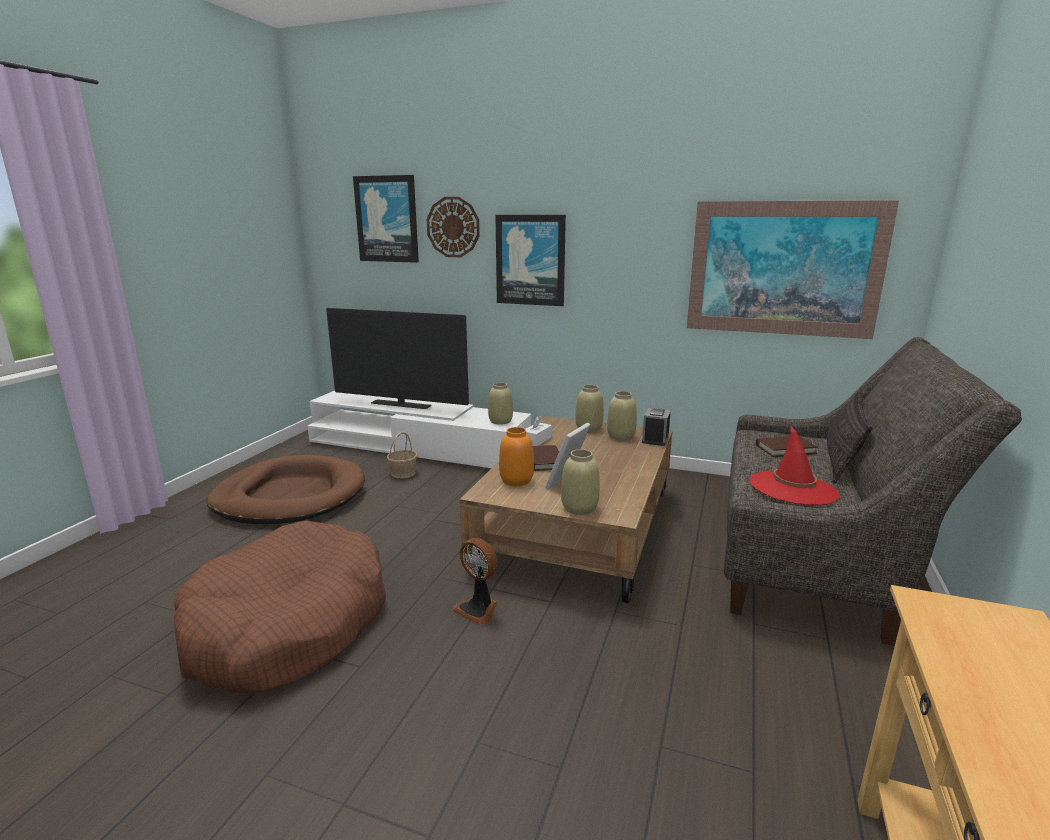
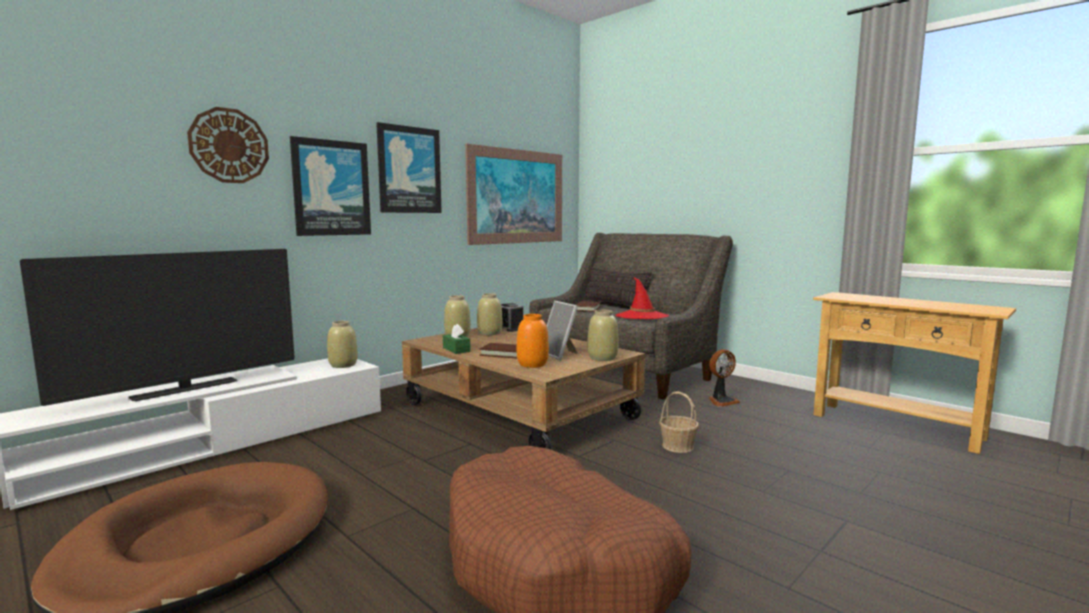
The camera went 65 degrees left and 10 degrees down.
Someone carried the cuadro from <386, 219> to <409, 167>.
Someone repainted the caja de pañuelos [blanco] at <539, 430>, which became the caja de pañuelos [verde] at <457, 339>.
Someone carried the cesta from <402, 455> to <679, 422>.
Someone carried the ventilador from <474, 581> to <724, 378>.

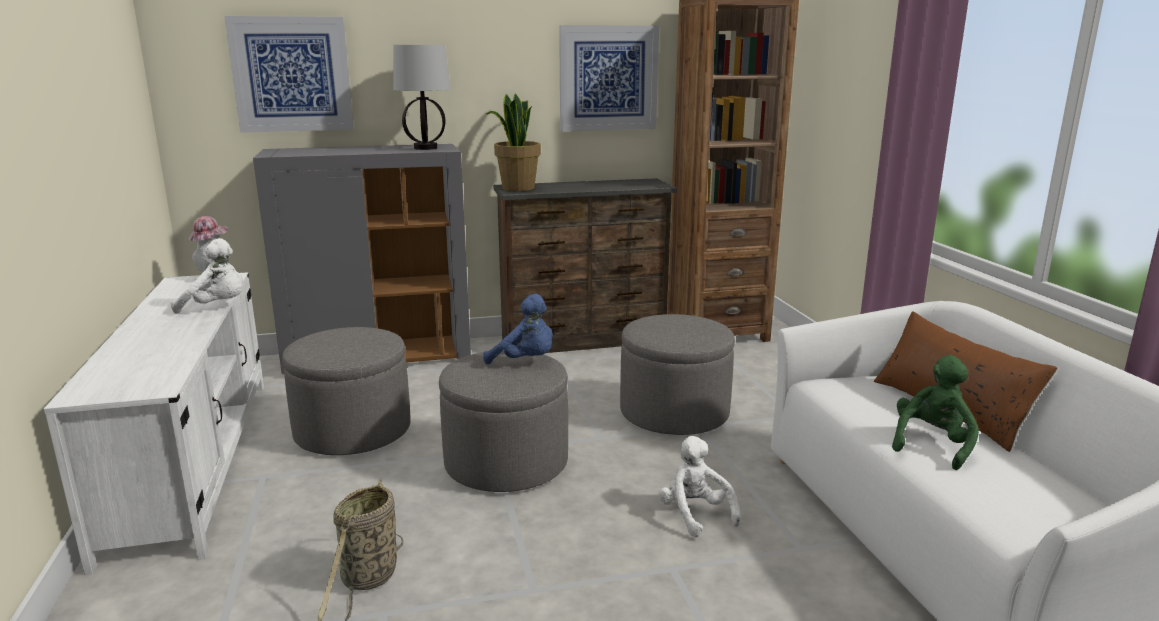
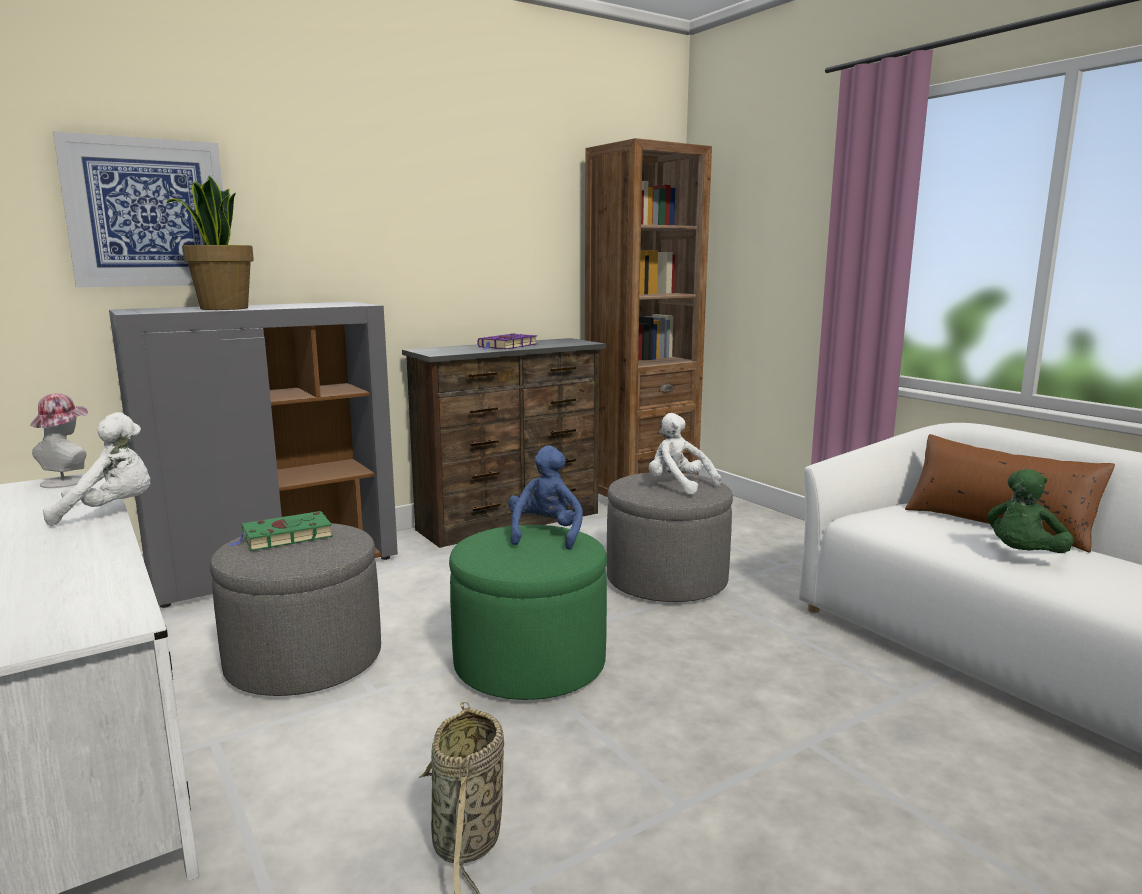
The camera went 20 degrees left and 5 degrees down.
Someone took away the cuadro at <609, 78>.
Someone took away the lámpara de mesa at <422, 97>.
Someone carried the planta en maceta from <513, 142> to <210, 243>.
Someone rotated the peluche [azul] at <518, 329> by 90 degrees counterclockwise.
Someone repainted the puf [gris] at <503, 421>, which became the puf [verde] at <528, 612>.
Someone rotated the peluche [verde] at <935, 412> by 150 degrees counterclockwise.
Someone carried the peluche [blanco] from <700, 487> to <685, 454>.
Someone put down the libro [morado] at <507, 342>.
Someone put down the libro [verde] at <281, 531>.

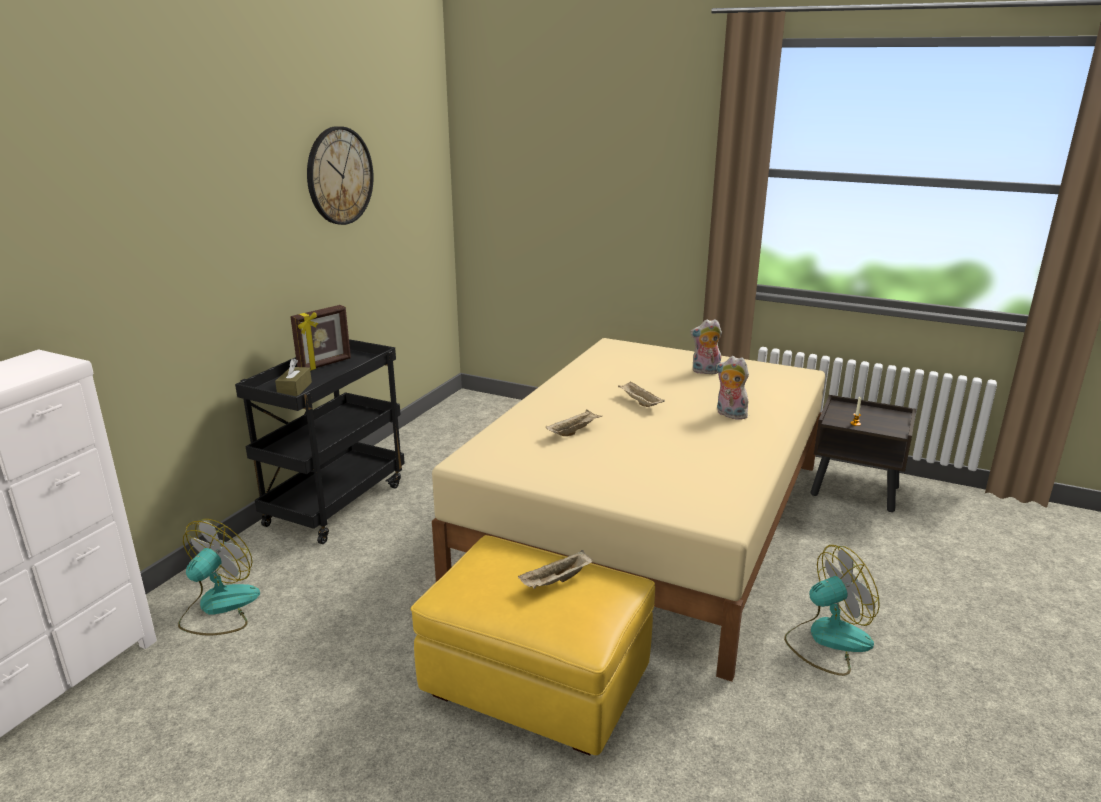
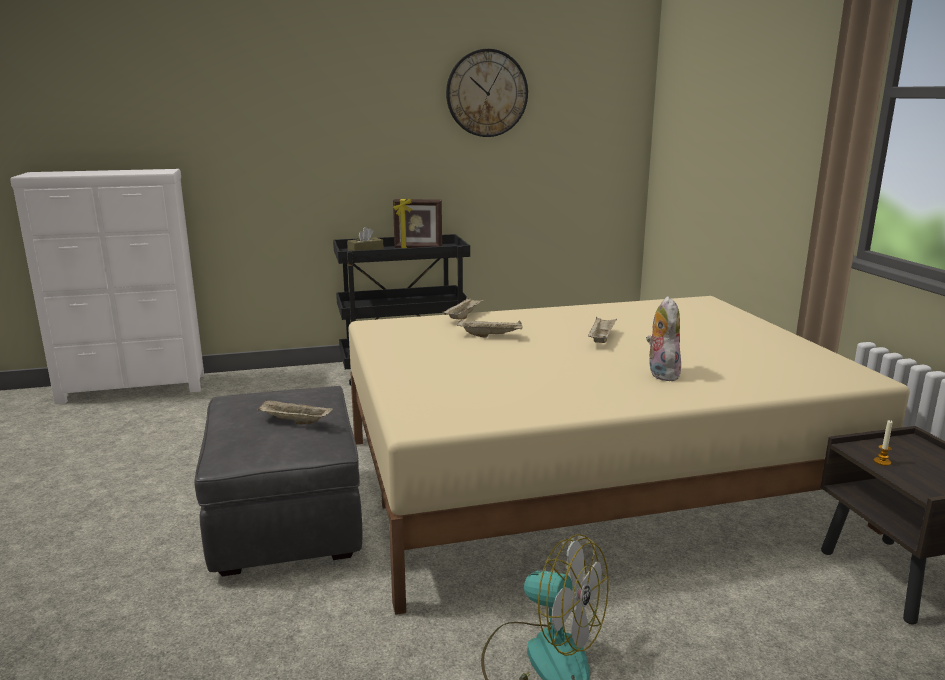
The camera went 50 degrees right and 5 degrees down.
Someone took away the peluche at <706, 346>.
Someone took away the ventilador at <219, 577>.
Someone repainted the puf [amarillo] at <533, 645>, which became the puf [gris] at <278, 481>.
Someone put down the bandeja [beis] at <463, 308>.

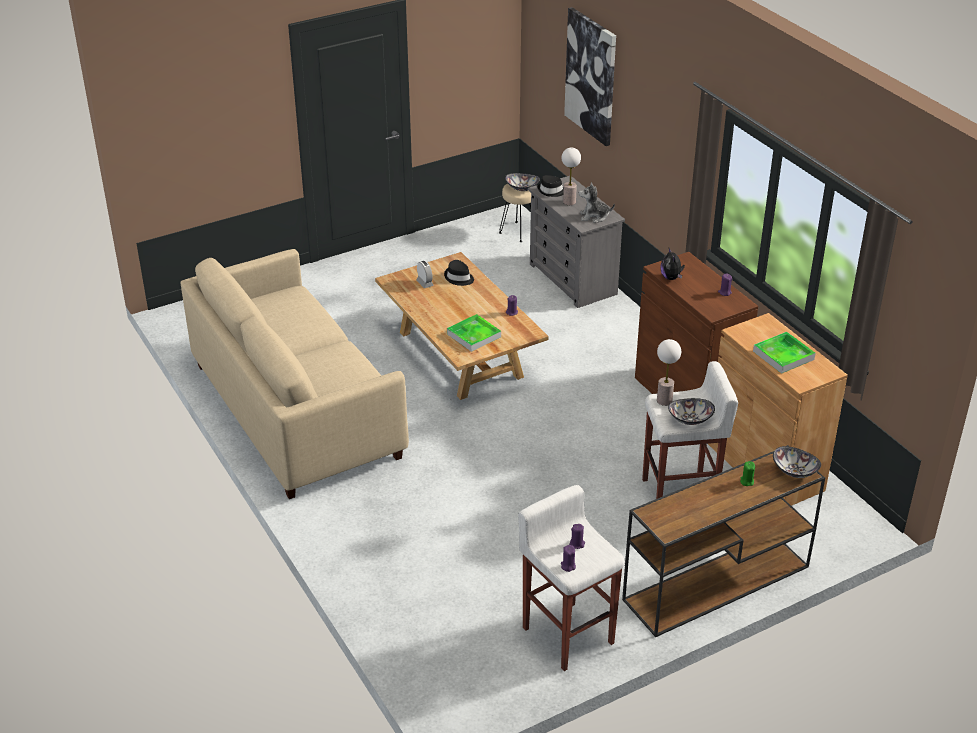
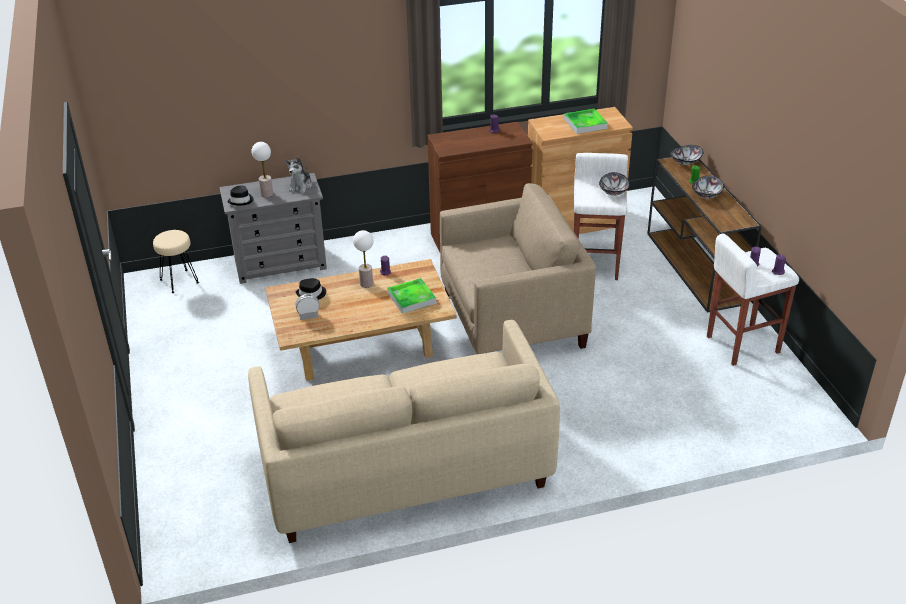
The camera went 75 degrees left and 0 degrees up.
Someone took away the cuadro at <590, 76>.
Someone carried the cuenco from <522, 182> to <708, 187>.
Someone took away the peluche at <672, 264>.
Someone carried the lámpara de mesa from <669, 372> to <363, 259>.
Someone put down the sillón [beis] at <518, 268>.

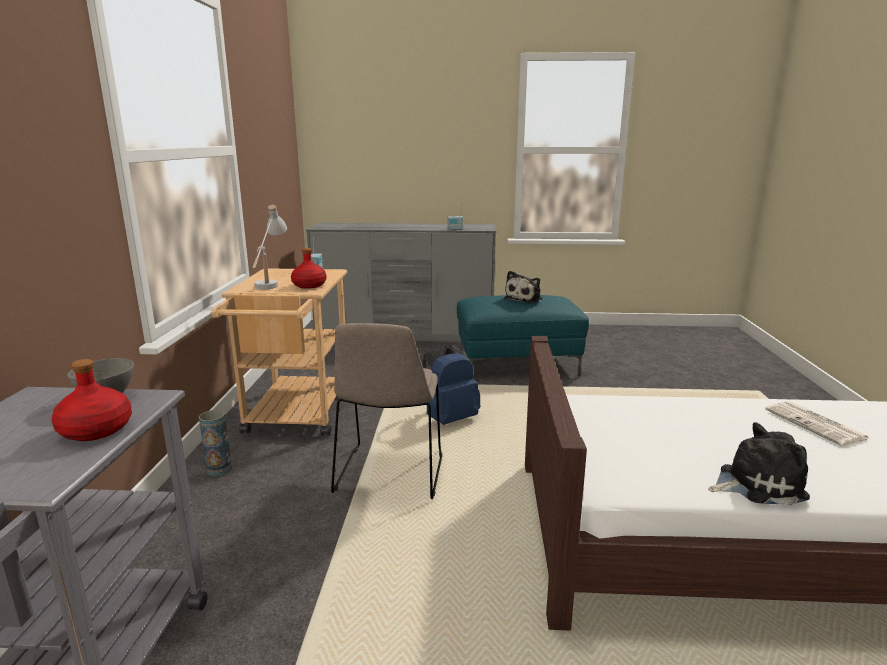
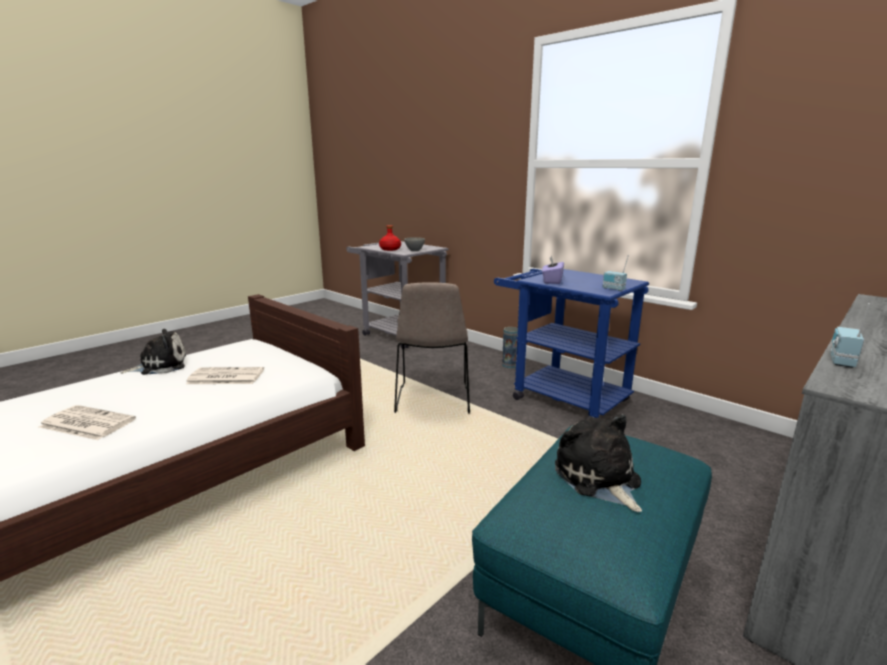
The camera went 130 degrees right and 0 degrees up.
Someone took away the lámpara de mesa [blanco] at <269, 247>.
Someone swapped the botella [rojo] at <308, 268> for the caja de pañuelos [morado] at <553, 270>.
Someone repainted the carrito [beis] at <279, 352>, which became the carrito [azul] at <571, 344>.
Someone rotated the silla [beis] at <387, 411> by 135 degrees counterclockwise.
Someone took away the mochila [azul] at <451, 385>.
Someone rotated the peluche at <759, 464> by 150 degrees counterclockwise.
Someone put down the periódico at <225, 375>.

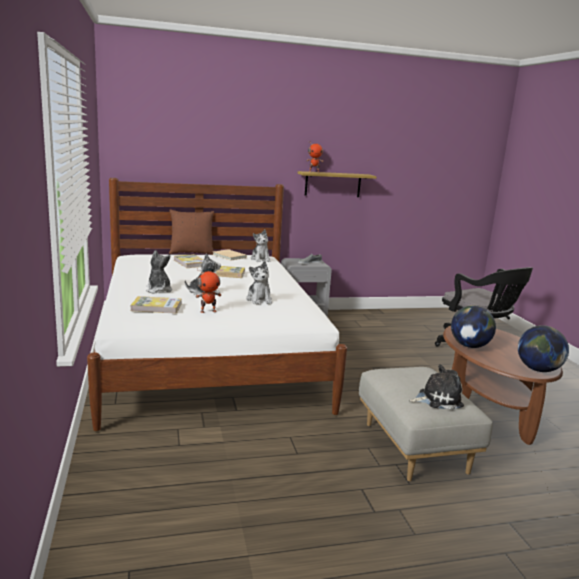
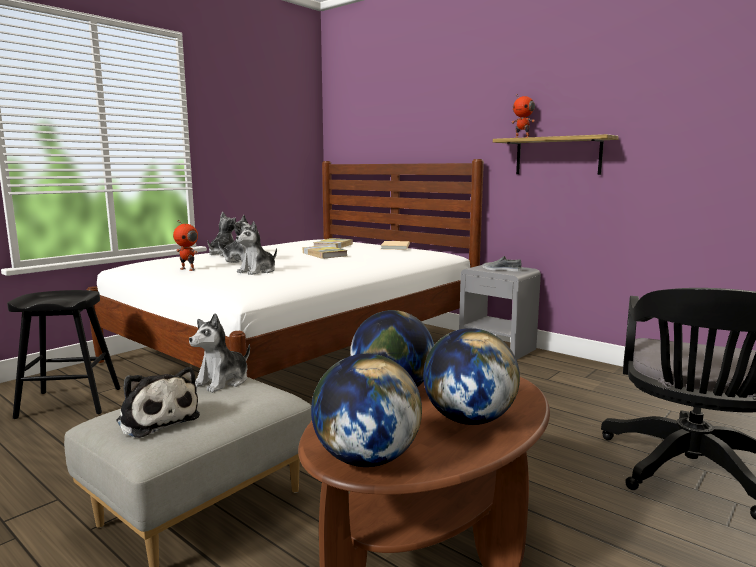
The camera went 55 degrees right and 5 degrees down.
Someone took away the cojín [marrón] at <191, 232>.
Someone carried the peluche from <260, 245> to <219, 353>.
Someone took away the libro at <156, 305>.
Someone put down the taburete [negro] at <64, 354>.
Someone put down the globo terráqueo at <471, 376>.

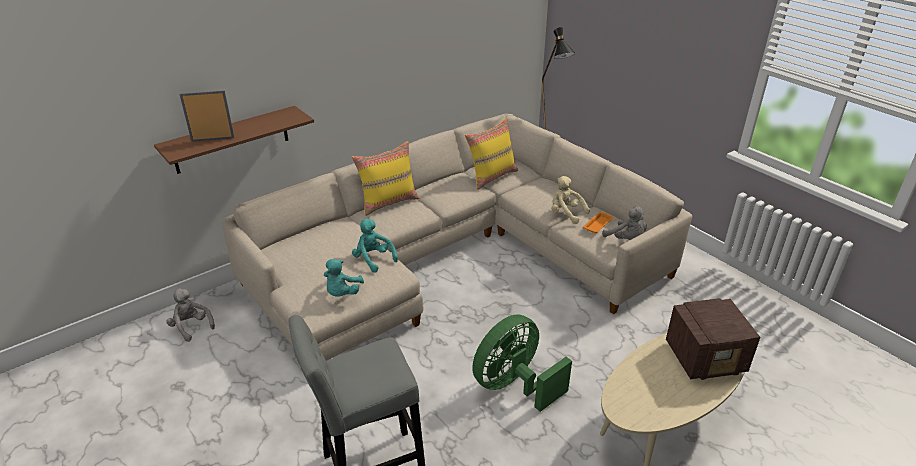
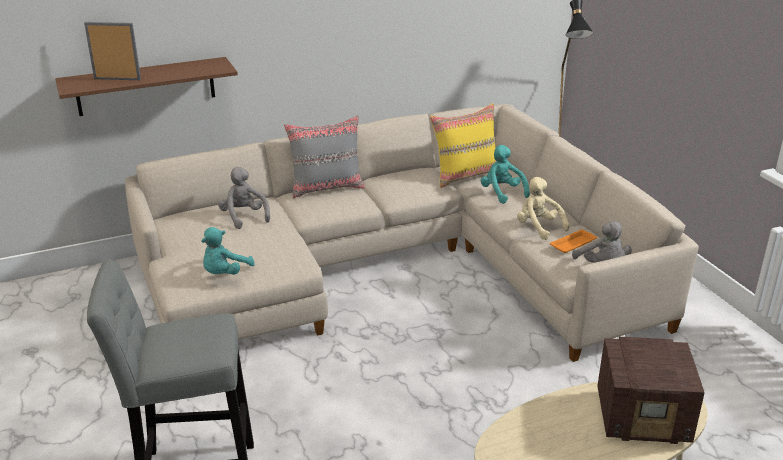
The camera went 15 degrees right and 5 degrees down.
Someone repainted the cojín [amarillo] at <386, 178>, which became the cojín [gris] at <324, 157>.
Someone carried the peluche [turquesa] from <375, 246> to <505, 174>.
Someone carried the peluche [gris] from <190, 315> to <244, 198>.
Someone took away the ventilador [verde] at <522, 363>.

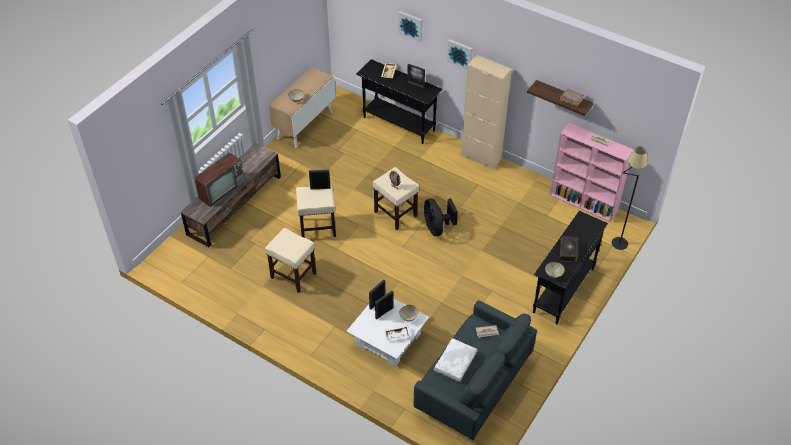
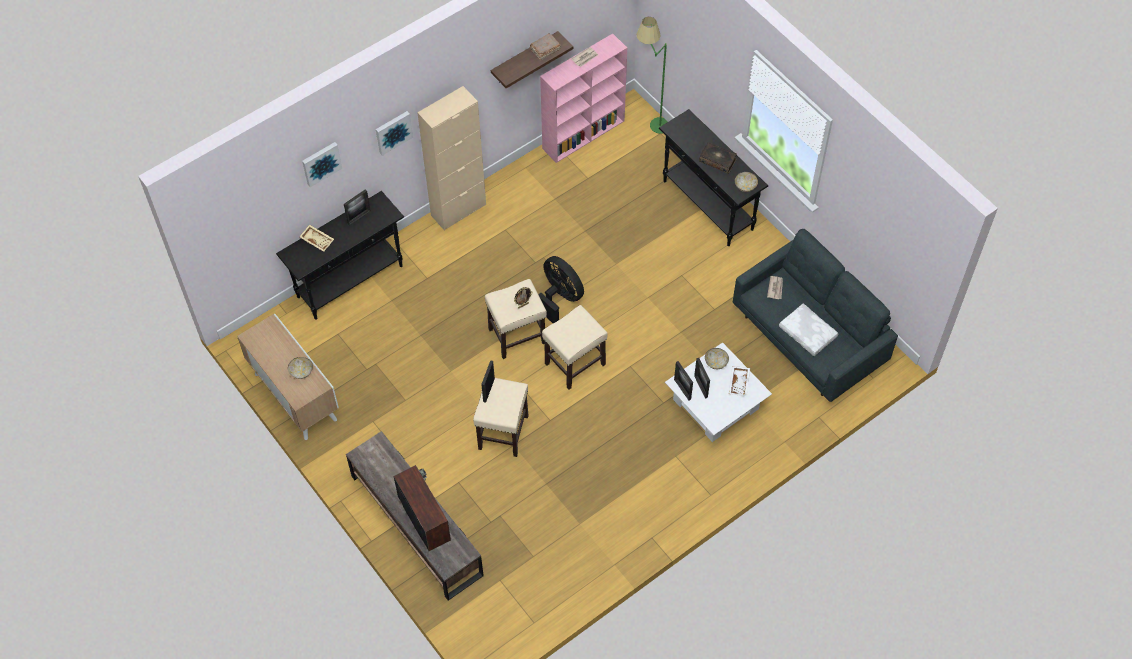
The camera went 70 degrees left and 10 degrees up.
Someone repainted the lámpara de pie [negro] at <629, 198>, which became the lámpara de pie [verde] at <652, 75>.
Someone rotated the ventilador [negro] at <441, 217> by 135 degrees counterclockwise.
Someone carried the taburete [beis] from <290, 260> to <575, 347>.

